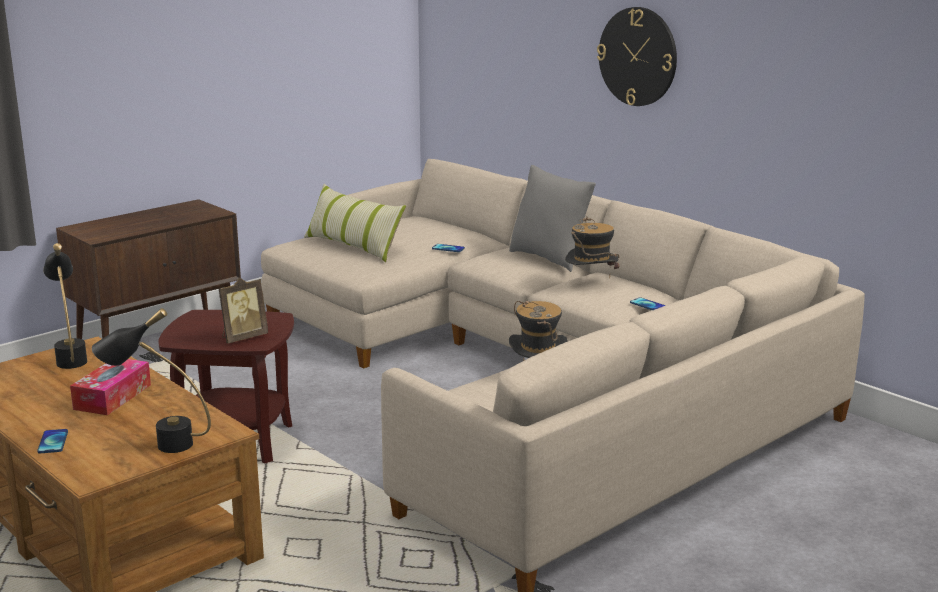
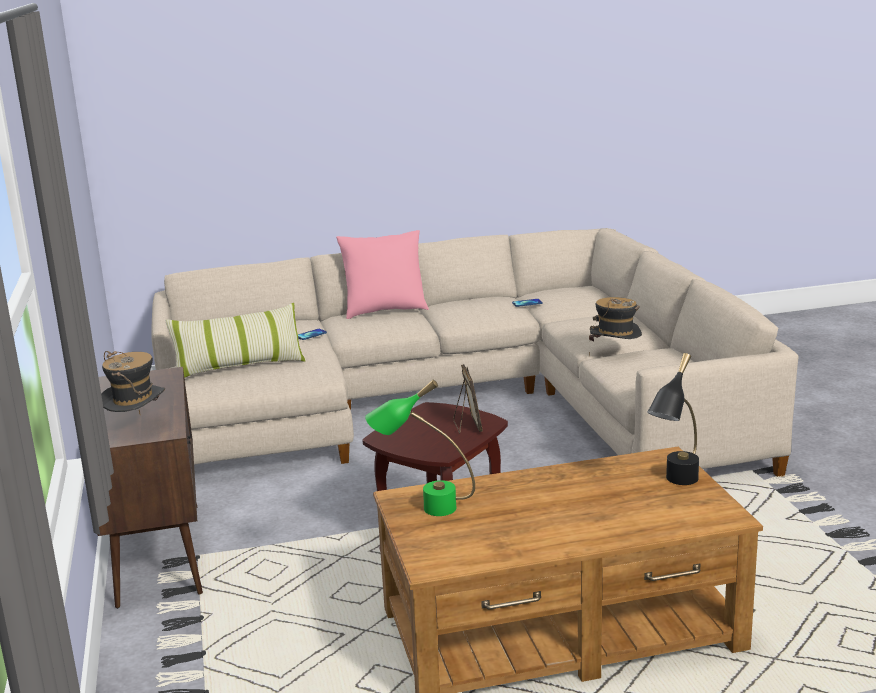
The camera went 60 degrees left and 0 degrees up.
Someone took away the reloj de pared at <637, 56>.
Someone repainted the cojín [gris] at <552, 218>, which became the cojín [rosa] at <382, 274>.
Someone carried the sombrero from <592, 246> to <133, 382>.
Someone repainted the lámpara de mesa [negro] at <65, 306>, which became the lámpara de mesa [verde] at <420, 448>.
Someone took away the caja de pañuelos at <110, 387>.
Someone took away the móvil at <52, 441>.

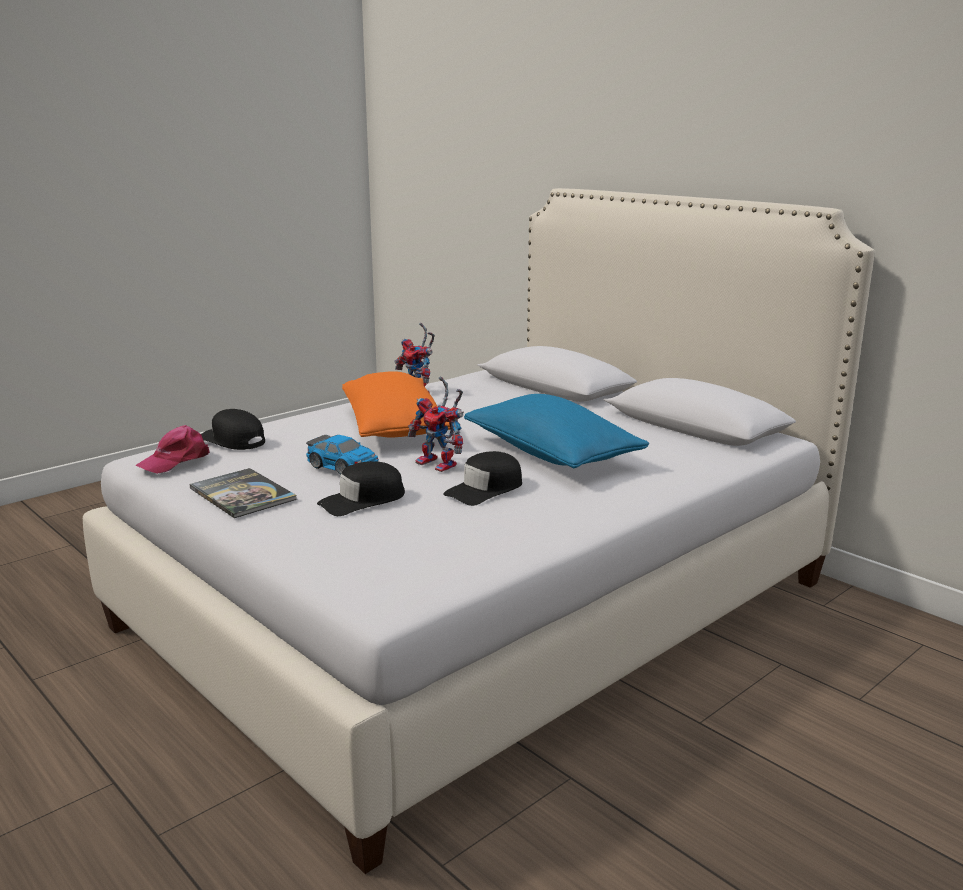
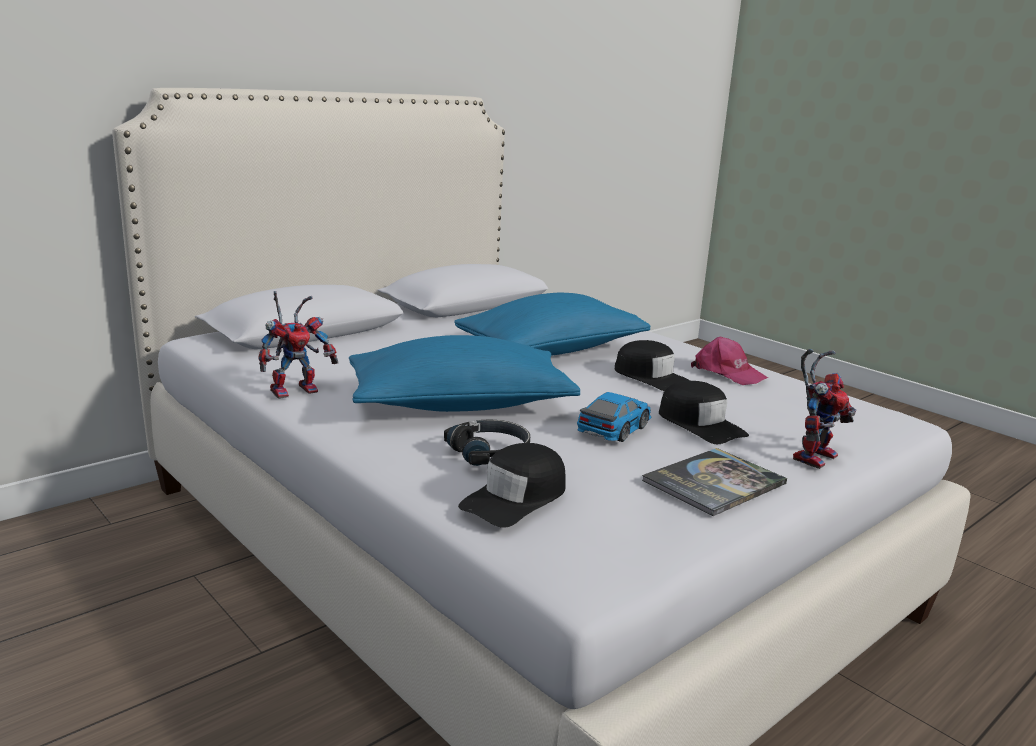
The camera went 90 degrees left and 0 degrees up.
Someone repainted the cojín [naranja] at <396, 404>, which became the cojín [azul] at <464, 373>.
Someone carried the robot de juguete from <436, 424> to <824, 409>.
Someone carried the gorra [rosa] from <172, 449> to <729, 361>.
Someone put down the auriculares [negro] at <487, 443>.

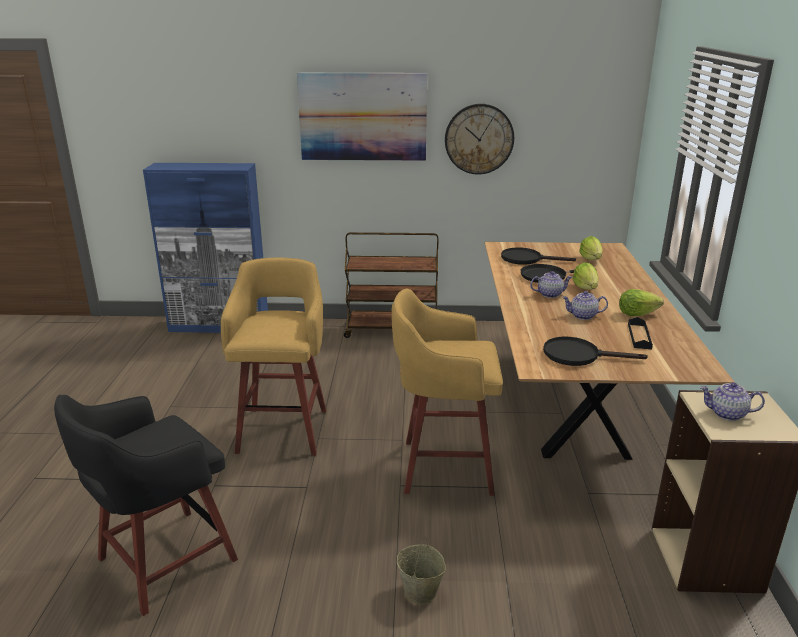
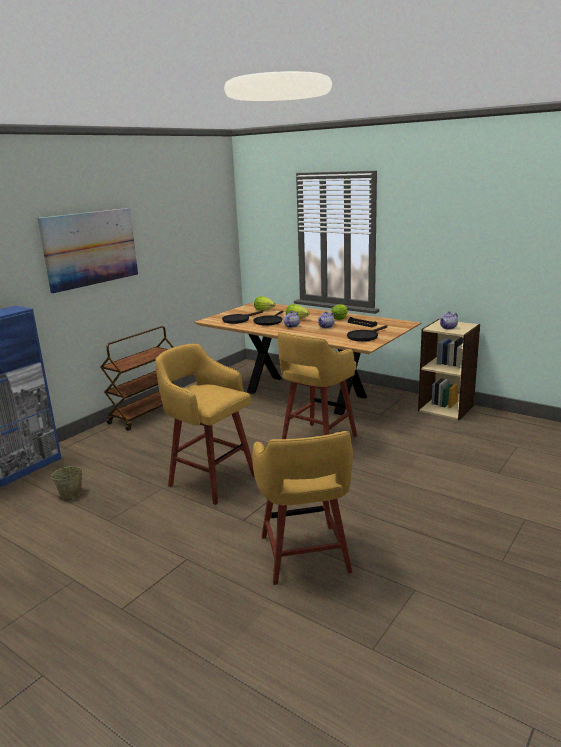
The camera went 55 degrees left and 5 degrees down.
Someone took away the reloj de pared at <479, 139>.
Someone repainted the taburete [negro] at <146, 505>, which became the taburete [amarillo] at <302, 508>.
Someone carried the cubo [beis] from <421, 570> to <67, 478>.

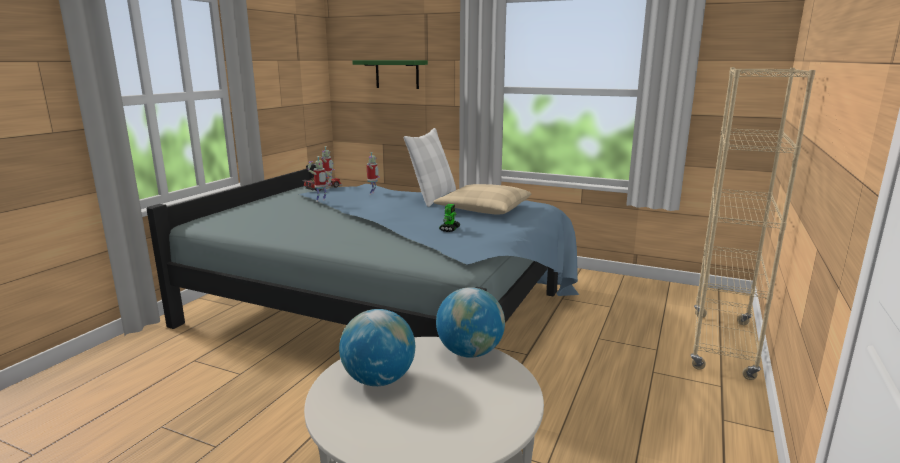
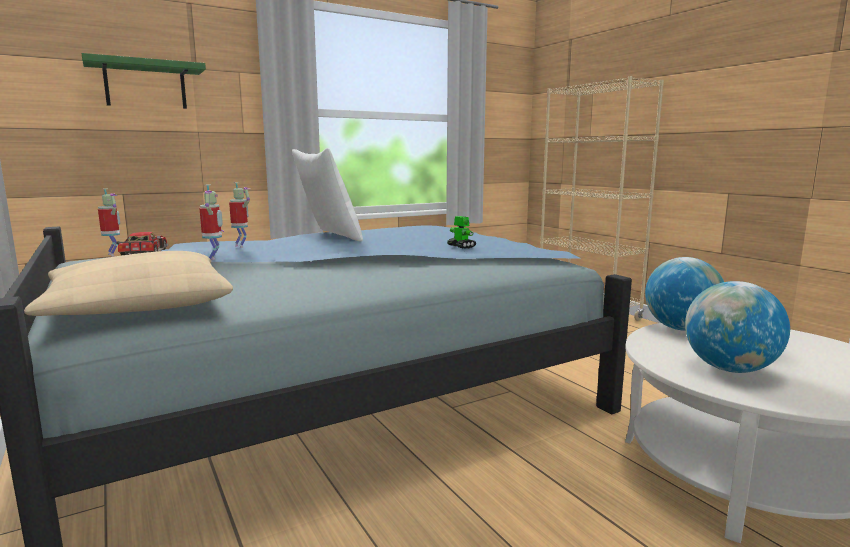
The camera went 55 degrees left and 5 degrees down.
Someone carried the cojín [beis] from <482, 199> to <128, 283>.

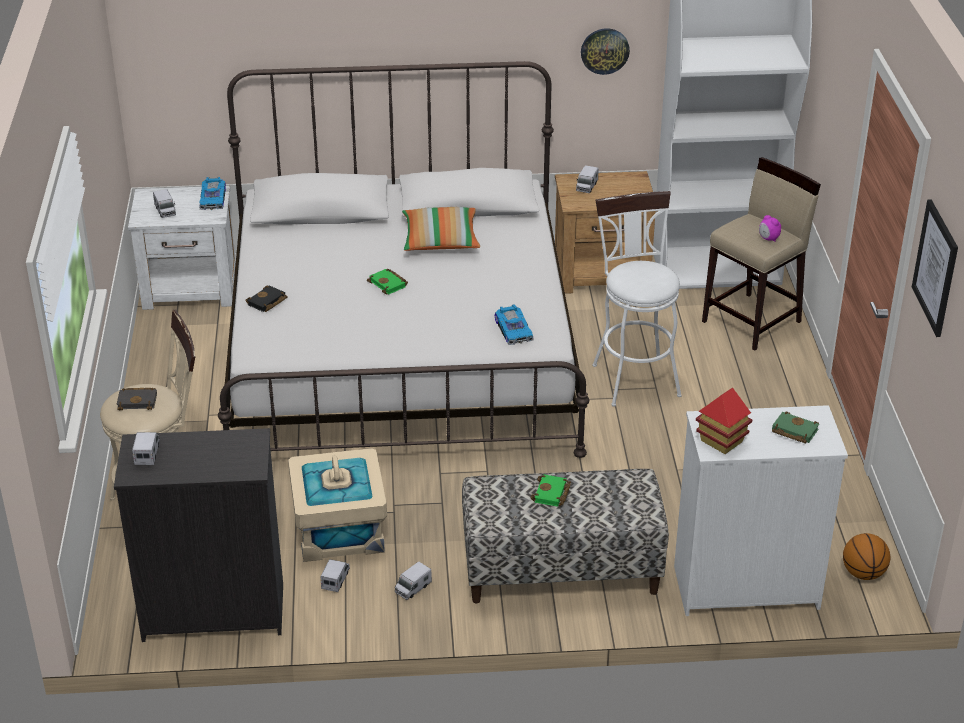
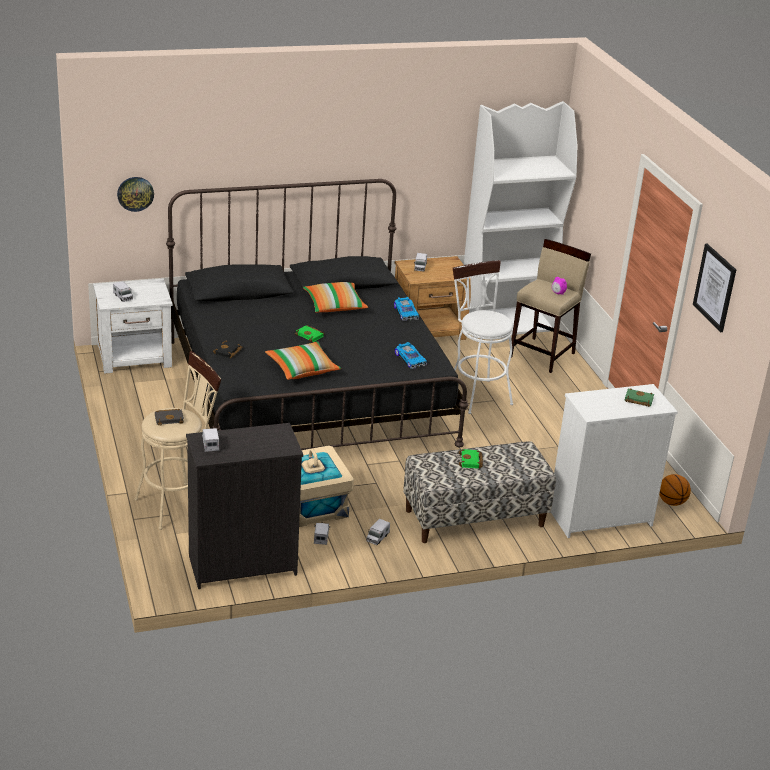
The camera went 15 degrees left and 5 degrees down.
Someone carried the reloj de pared from <605, 51> to <135, 194>.
Someone repainted the cama [blanco] at <403, 259>, which became the cama [negro] at <317, 314>.
Someone carried the coche de juguete from <212, 193> to <406, 309>.
Someone took away the casita at <724, 420>.
Someone put down the cojín at <303, 360>.

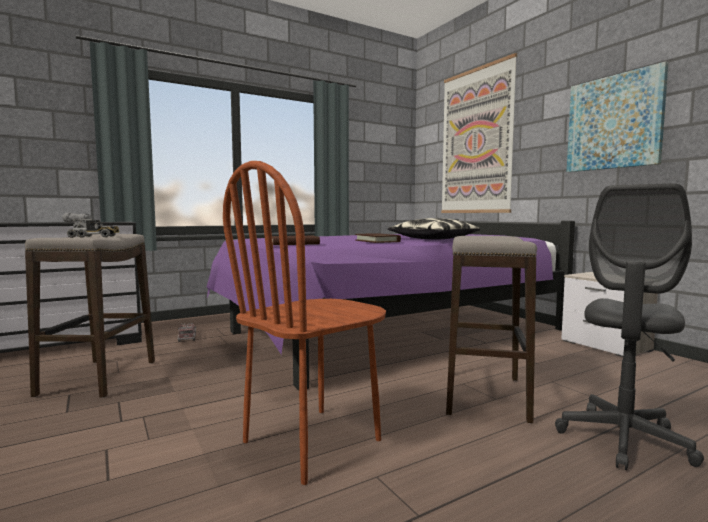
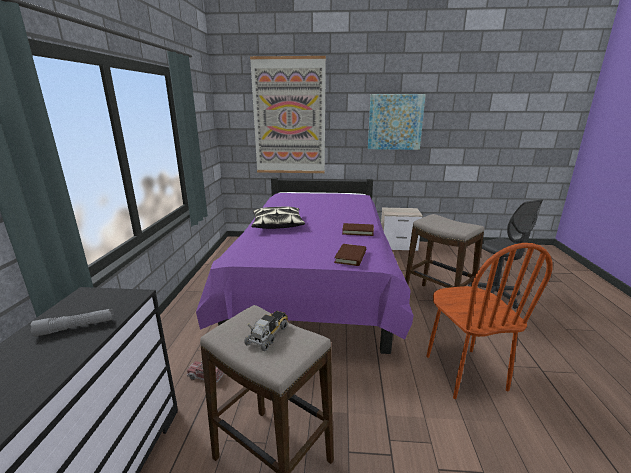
The camera went 55 degrees left and 15 degrees up.
Someone carried the cojín from <434, 229> to <278, 217>.

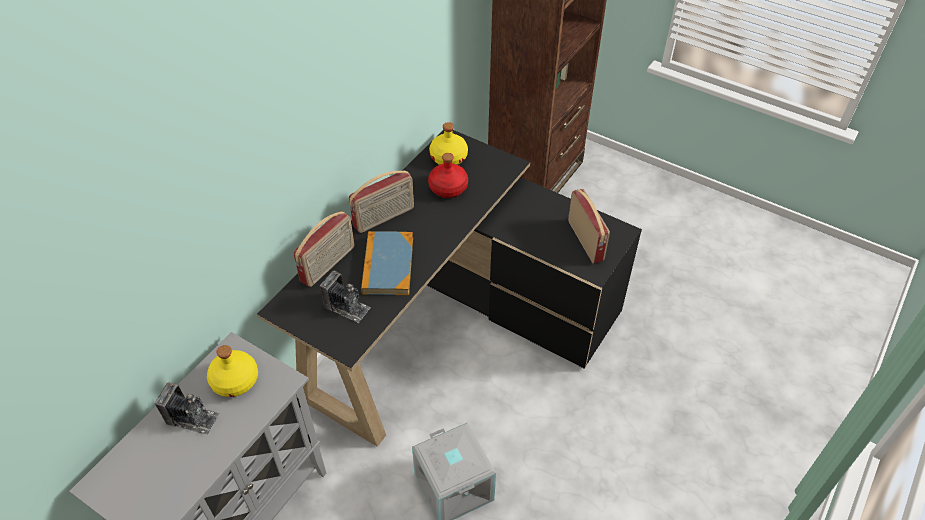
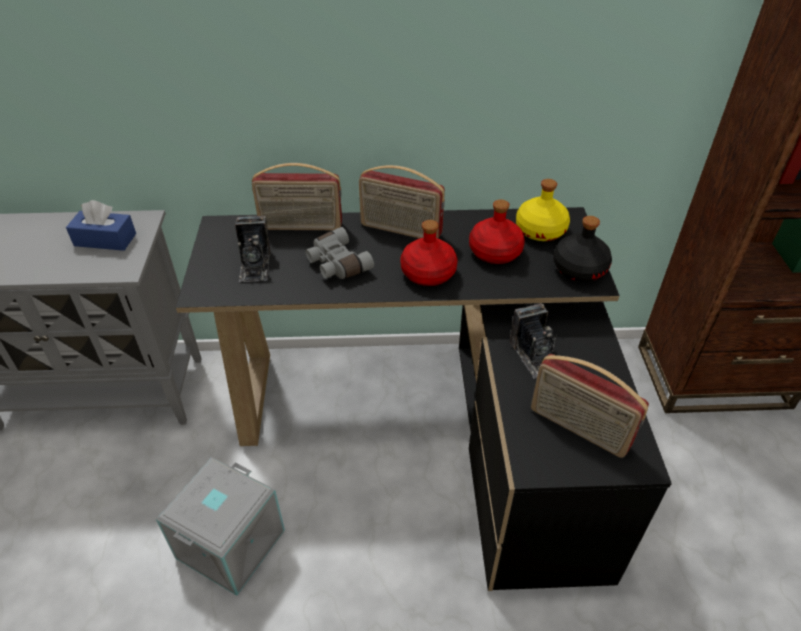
The camera went 55 degrees right and 5 degrees down.
Someone rotated the radio at <589, 226> by 90 degrees clockwise.
Someone swapped the libro at <387, 263> for the prismáticos [gris] at <339, 253>.
Someone swapped the botella [amarillo] at <232, 371> for the caja de pañuelos [azul] at <101, 225>.
Someone carried the cámara from <187, 408> to <533, 341>.
Someone put down the botella [negro] at <582, 249>.
Someone put down the botella [rojo] at <429, 253>.

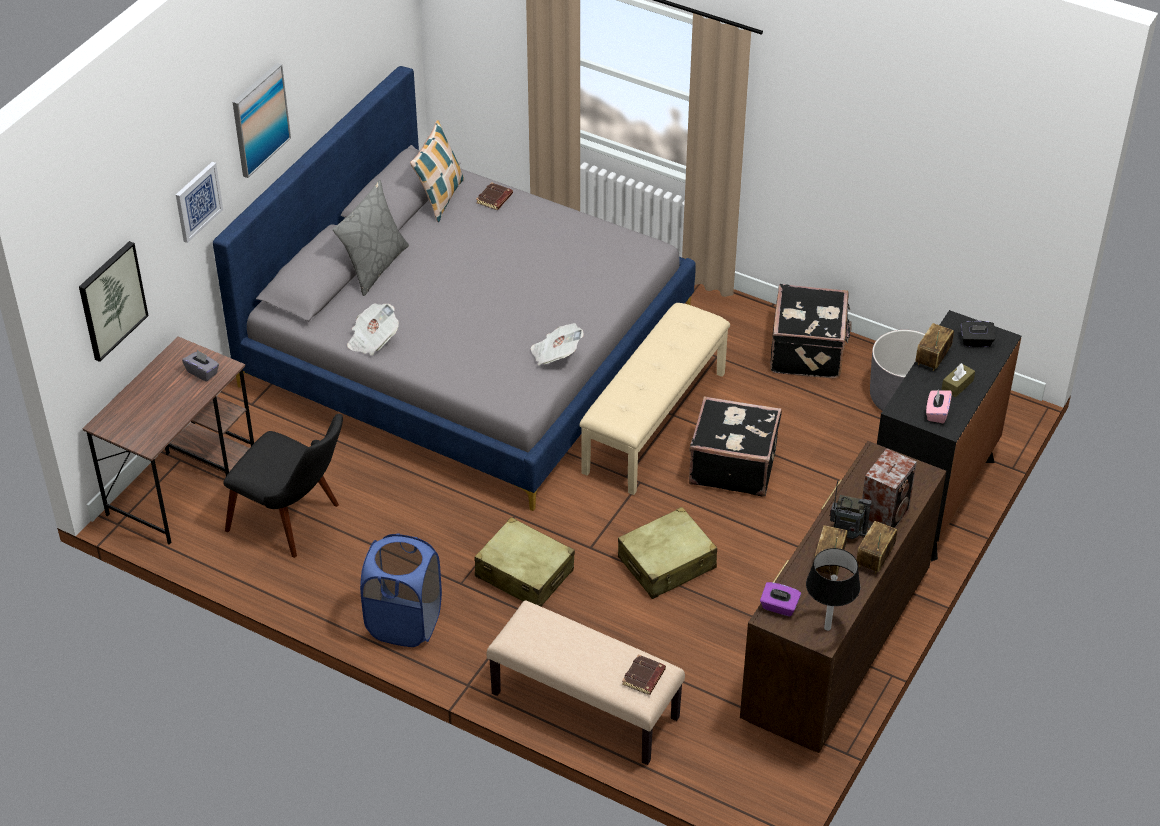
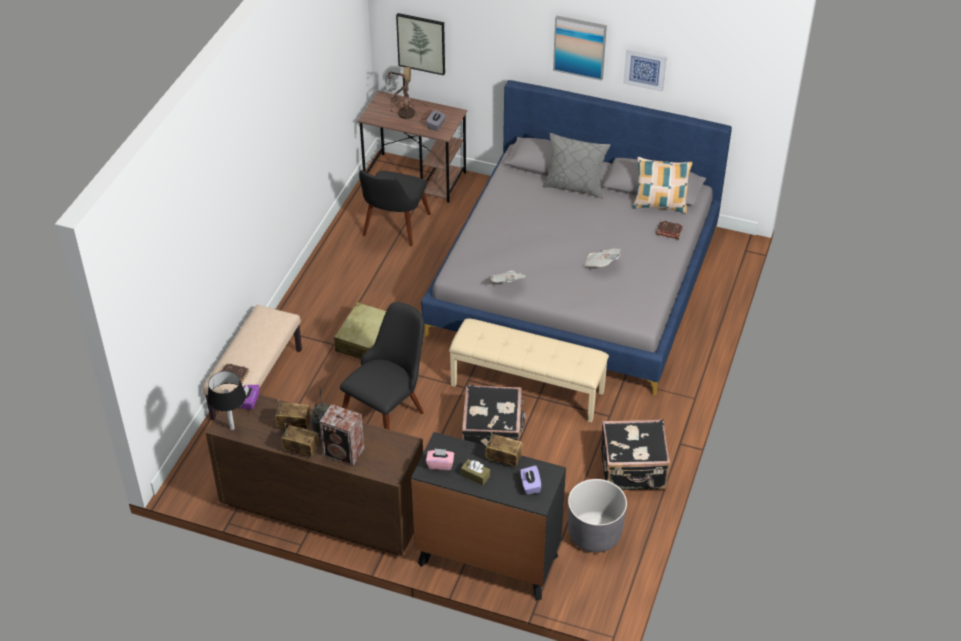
The camera went 80 degrees right and 0 degrees up.
Someone carried the cuadro from <199, 202> to <645, 70>.
Someone carried the periódico from <373, 329> to <602, 257>.
Someone repainted the caja de pañuelos [negro] at <978, 334>, which became the caja de pañuelos [morado] at <530, 479>.
Someone swapped the maleta [beis] at <667, 553> for the silla [negro] at <382, 366>.
Someone took away the cesto de la ropa [azul] at <401, 590>.
Someone put down the lámpara de mesa at <408, 93>.

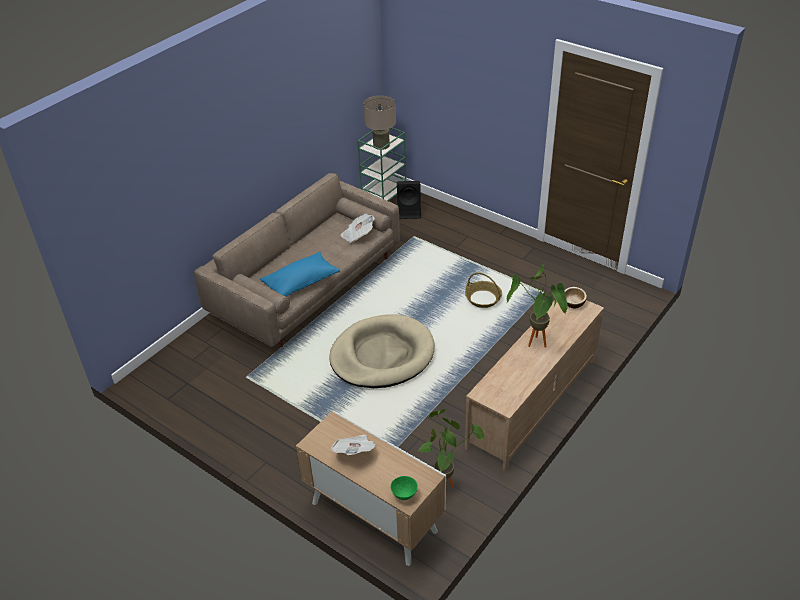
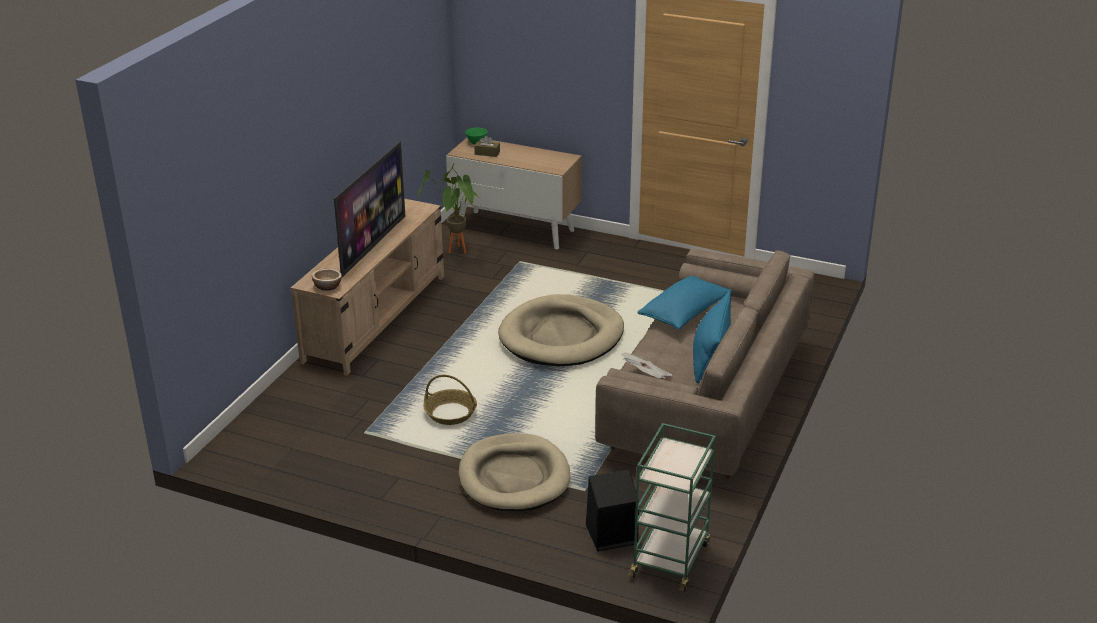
The camera went 165 degrees right and 10 degrees down.
Someone took away the lámpara de mesa [beis] at <380, 122>.
Someone swapped the planta en maceta at <537, 306> for the televisor at <369, 210>.
Someone took away the periódico at <353, 445>.
Someone put down the caja de pañuelos [marrón] at <487, 146>.
Someone put down the cojín [azul] at <712, 337>.
Someone put down the cama para perro [beis] at <515, 472>.

